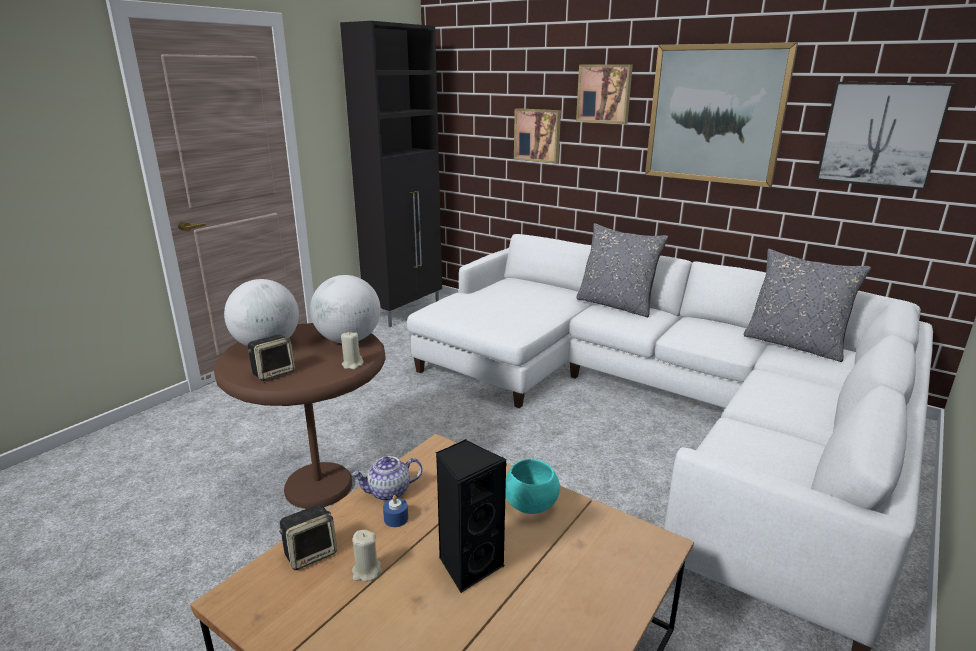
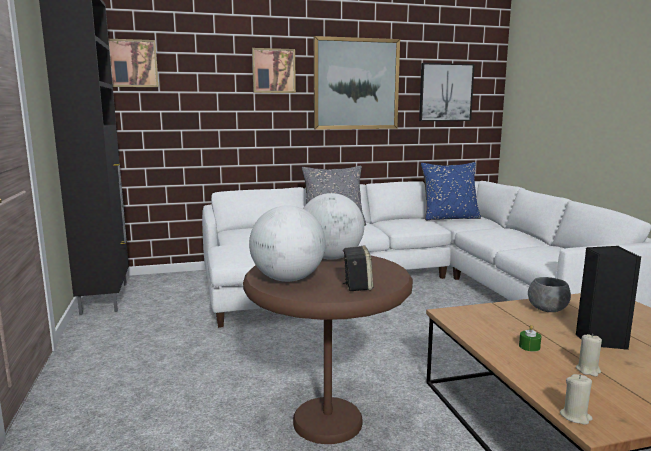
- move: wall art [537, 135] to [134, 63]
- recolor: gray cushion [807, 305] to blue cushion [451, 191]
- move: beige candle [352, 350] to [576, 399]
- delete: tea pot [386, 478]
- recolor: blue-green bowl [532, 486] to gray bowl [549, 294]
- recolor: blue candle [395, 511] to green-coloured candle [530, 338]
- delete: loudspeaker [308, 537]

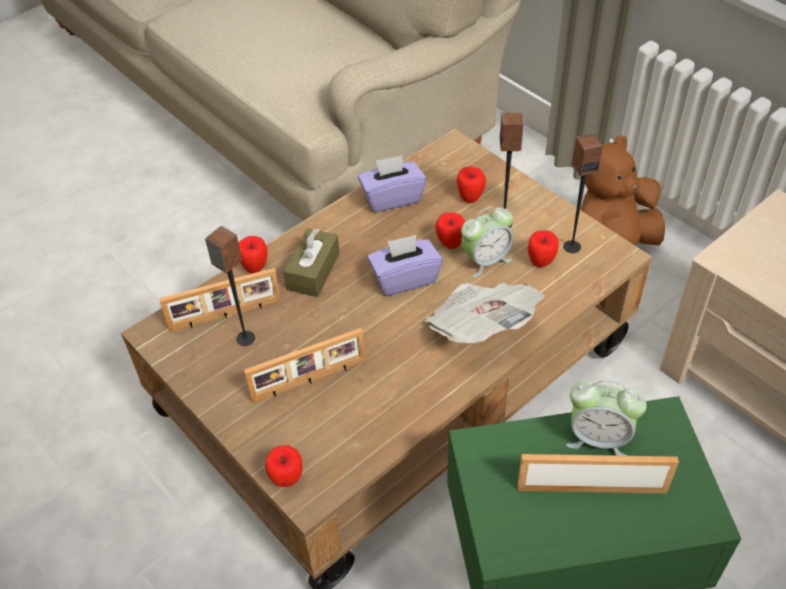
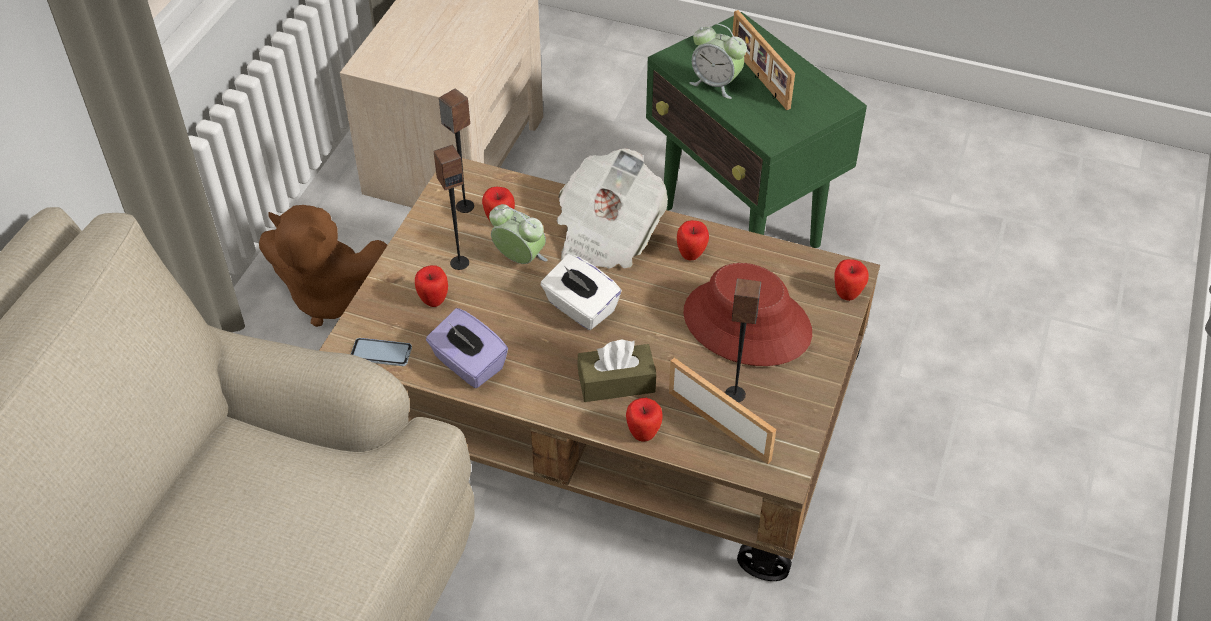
- move: apple fruit [450, 231] to [693, 240]
- recolor: purple tissue holder [405, 265] to white-coloured tissue holder [581, 292]
- replace: standing frame [305, 365] to reddish hat [748, 314]
- rotate: table clock [606, 418] = [718, 61] 135 degrees clockwise
- insert: telephone [381, 352]

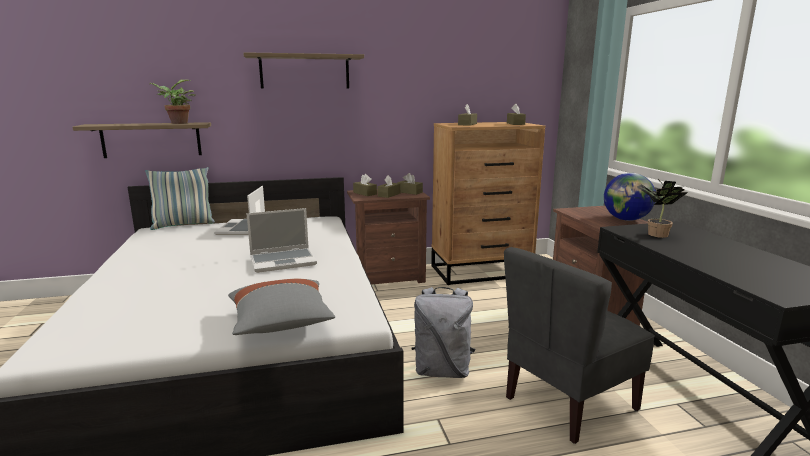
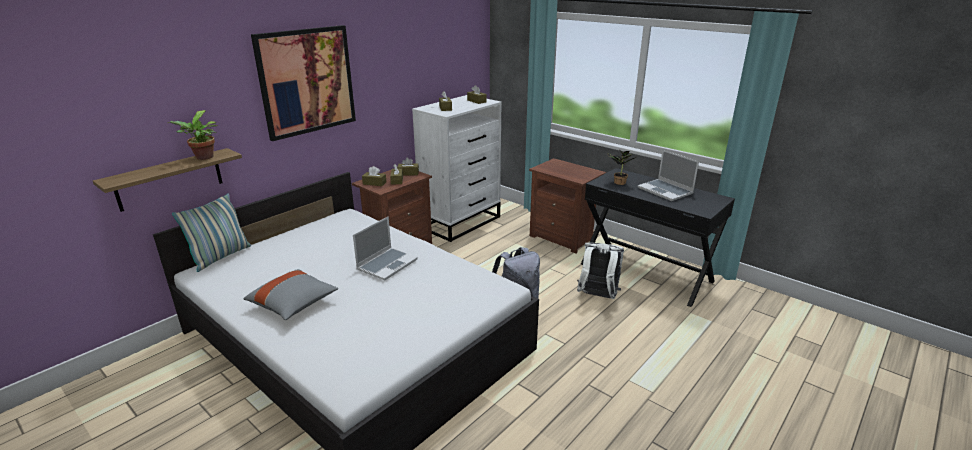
- replace: wall shelf [303, 70] to wall art [303, 83]
- recolor: brown-coloured drawer chest [488, 203] to white-coloured drawer chest [457, 168]
- delete: desk globe [630, 197]
- move: laptop [239, 210] to [668, 175]
- replace: gray plain chair [579, 345] to white-coloured knapsack [600, 271]
- move: gray cushion [281, 307] to [291, 294]

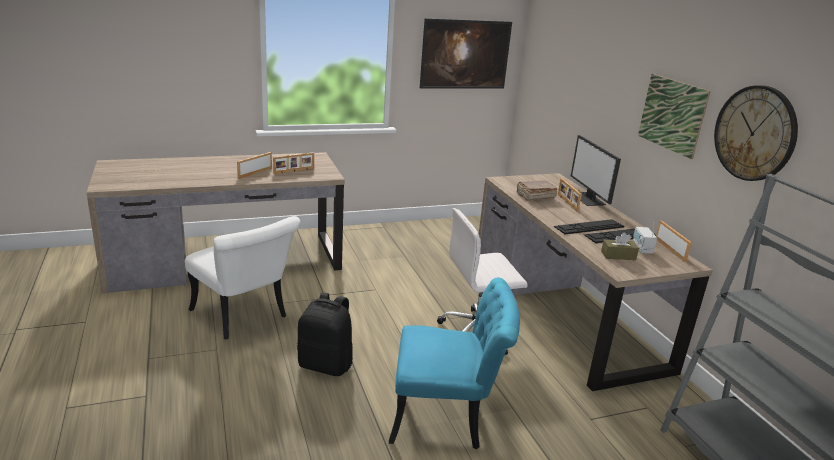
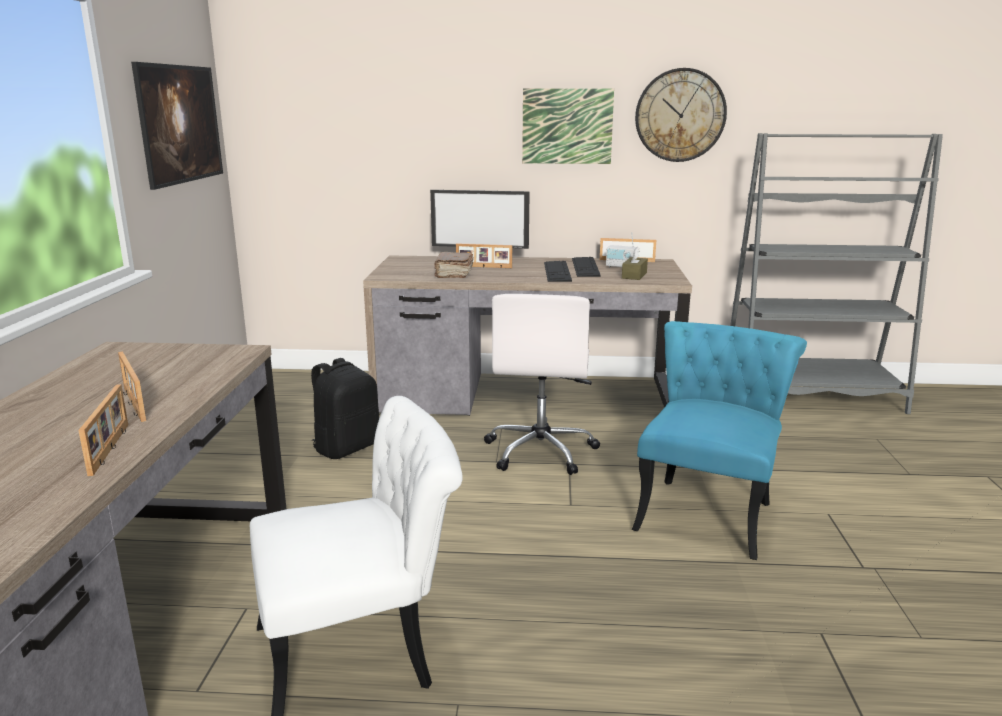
- move: standing frame [293, 163] to [103, 430]
- move: black knapsack [325, 334] to [345, 408]

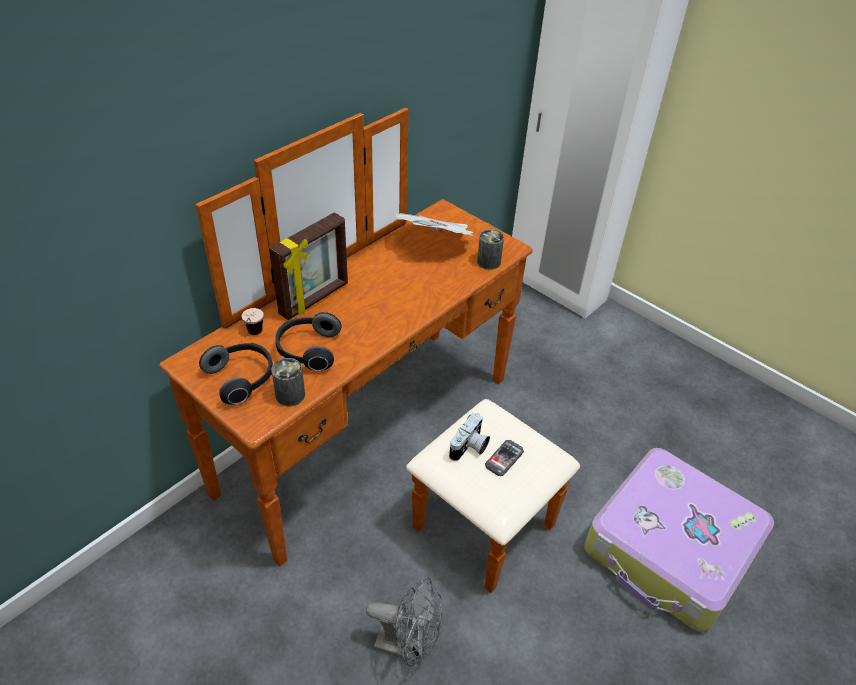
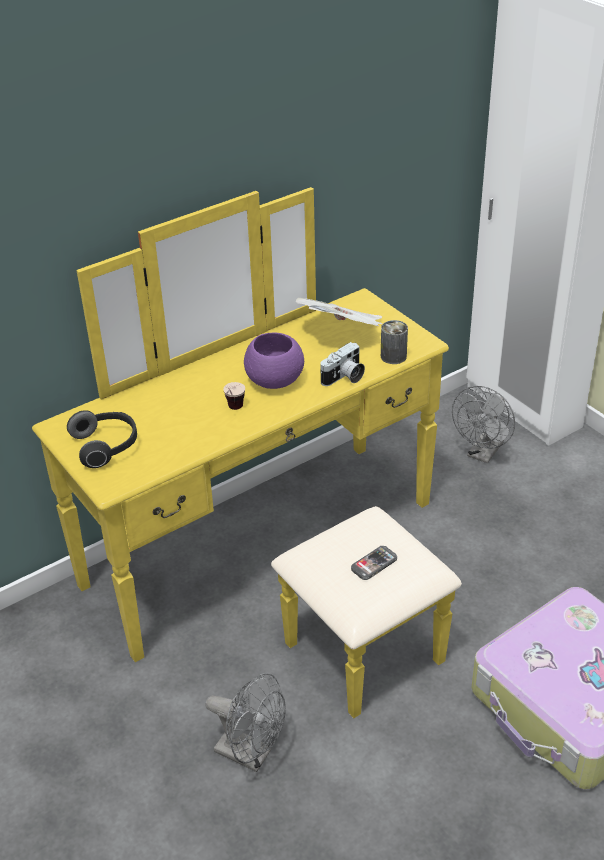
- recolor: brown-coloured drawer chest [369, 350] to yellow drawer chest [247, 452]
- delete: standing frame [308, 266]
- move: cup [253, 321] to [234, 396]
- delete: headphones [308, 341]
- delete: sealed can [288, 382]
- move: still camera [469, 437] to [342, 364]
- insert: purple bowl [274, 361]
- insert: gray electric fan [483, 424]

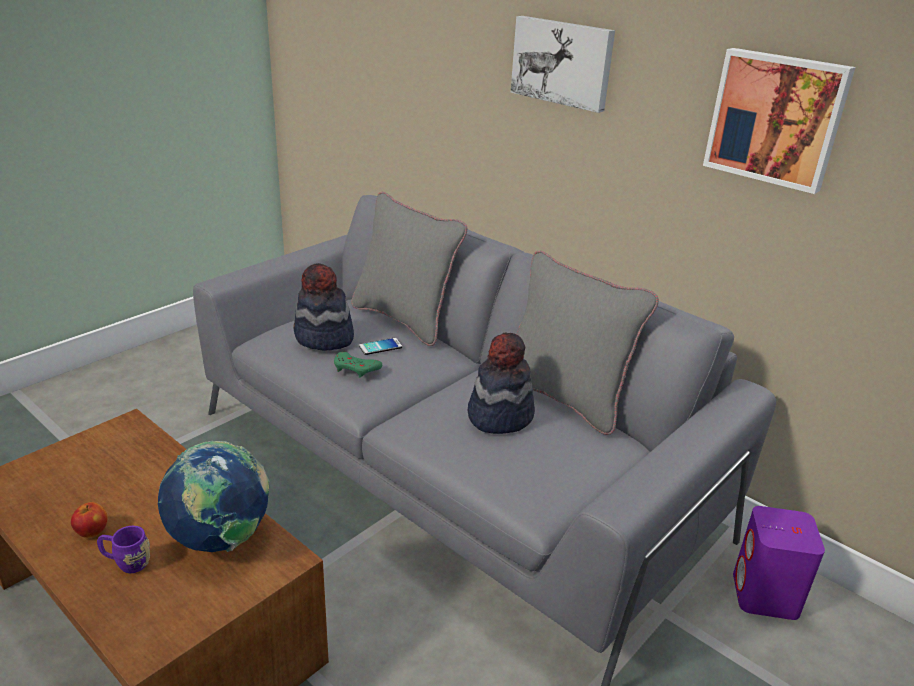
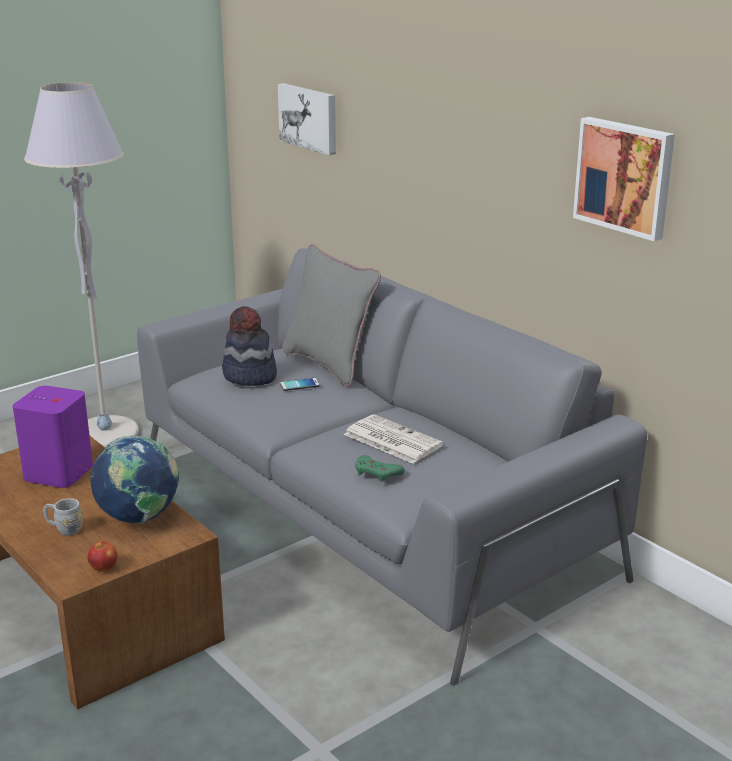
- move: wall art [563, 64] to [307, 119]
- delete: gray cushion [588, 343]
- replace: hat [501, 383] to newspaper [394, 439]
- move: green-coloured joypad [358, 365] to [380, 468]
- move: apple fruit [89, 520] to [102, 556]
- move: purple loudspeaker [779, 563] to [53, 437]
- recolor: purple mug [123, 549] to gray mug [63, 517]
- insert: gray floor lamp [81, 265]

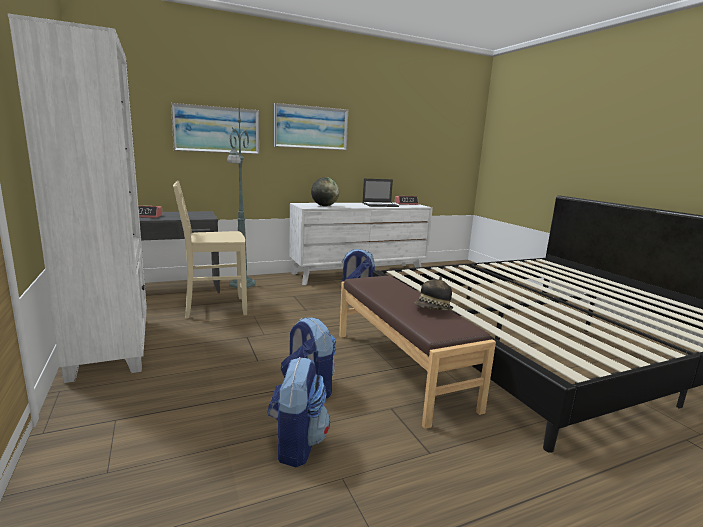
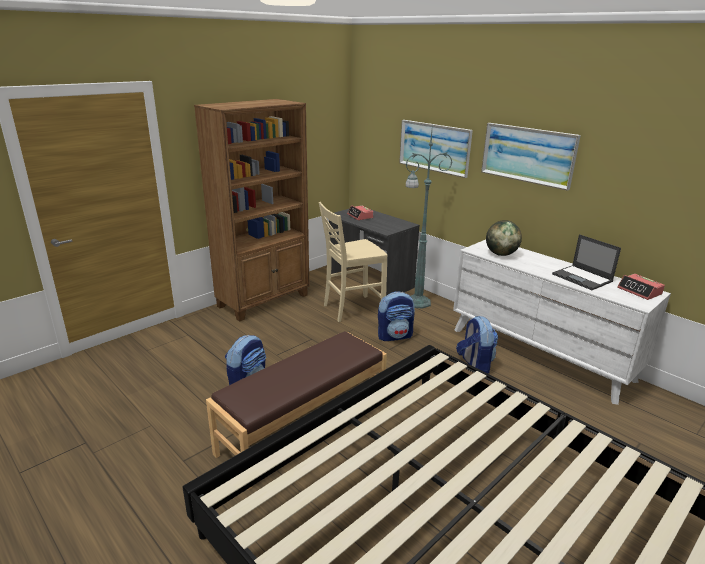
- recolor: white-coloured shelving unit [77, 198] to brown-coloured shelving unit [251, 210]
- rotate: beige plain chair [210, 250] = [353, 262] 75 degrees counterclockwise
- delete: hat [433, 293]
- move: knapsack [299, 412] to [396, 316]

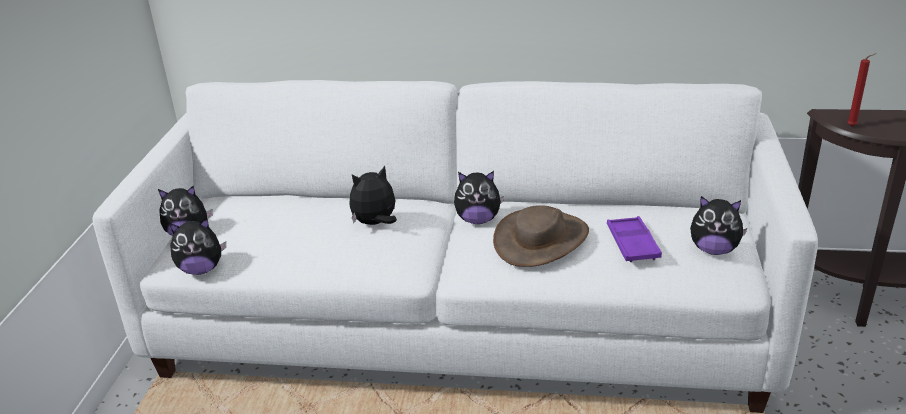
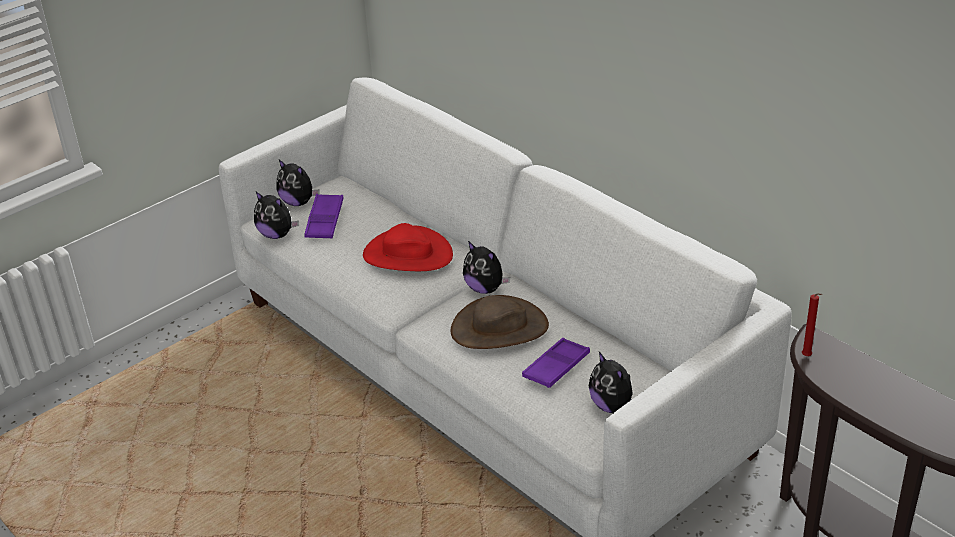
- replace: cuddly toy [373, 195] to reddish hat [408, 247]
- insert: purple serving tray [323, 216]

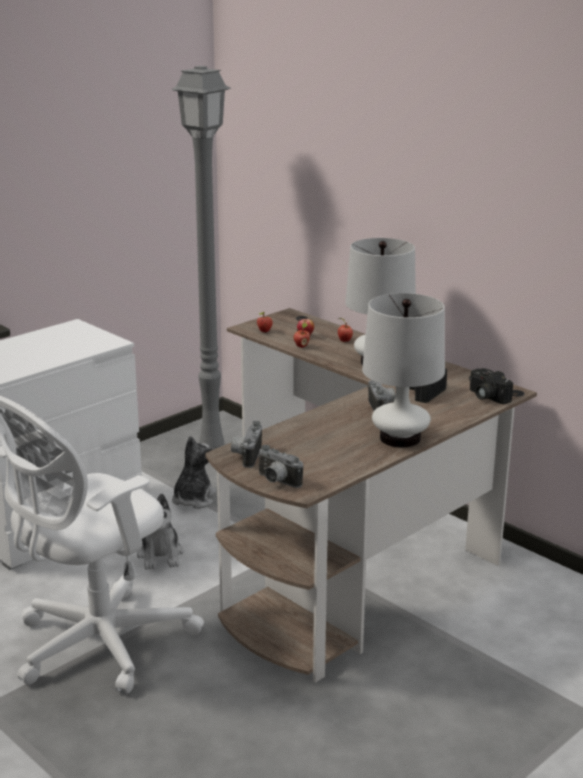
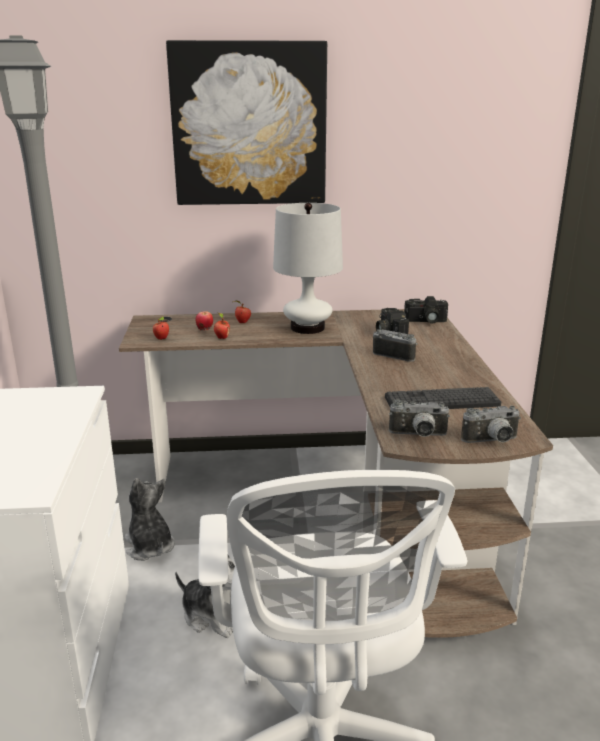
- delete: white-coloured table lamp [403, 370]
- rotate: still camera [246, 444] = [419, 418] 45 degrees counterclockwise
- insert: wall art [246, 122]
- insert: PC keyboard [443, 398]

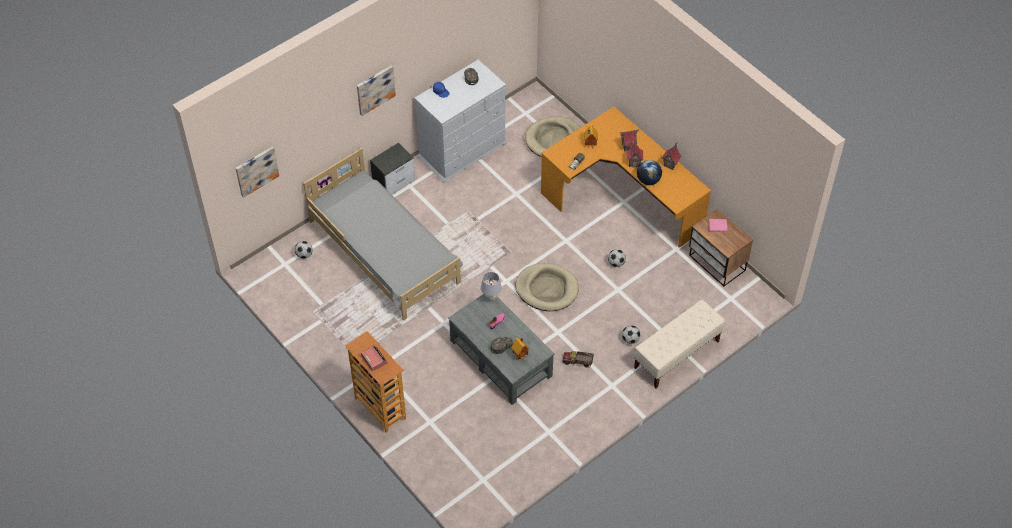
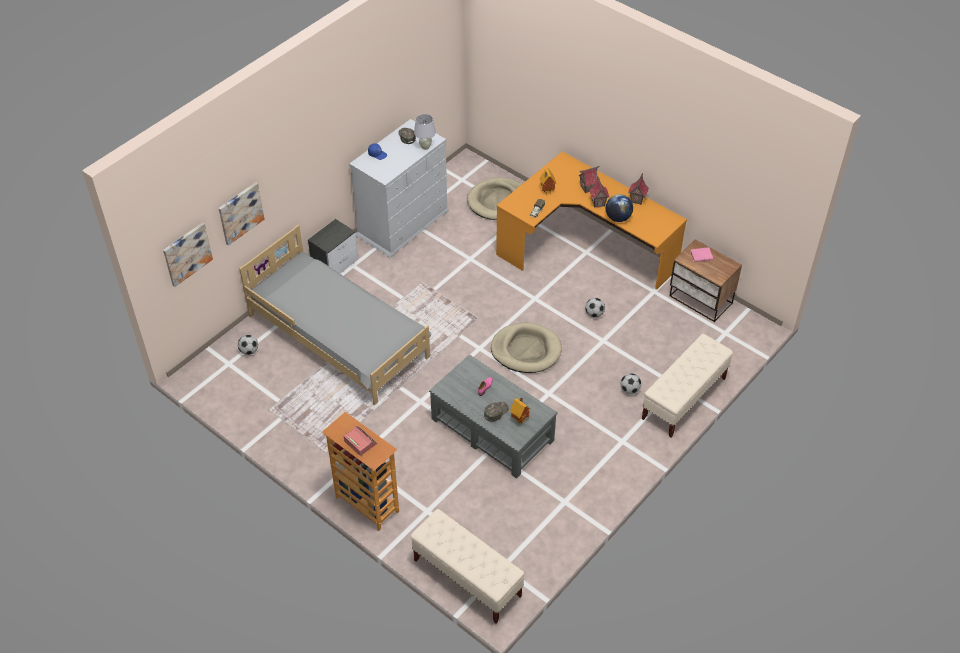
- move: wall art [376, 90] to [241, 213]
- move: white-coloured table lamp [491, 287] to [425, 132]
- delete: toy lorry [578, 359]
- insert: beige bench [468, 566]

